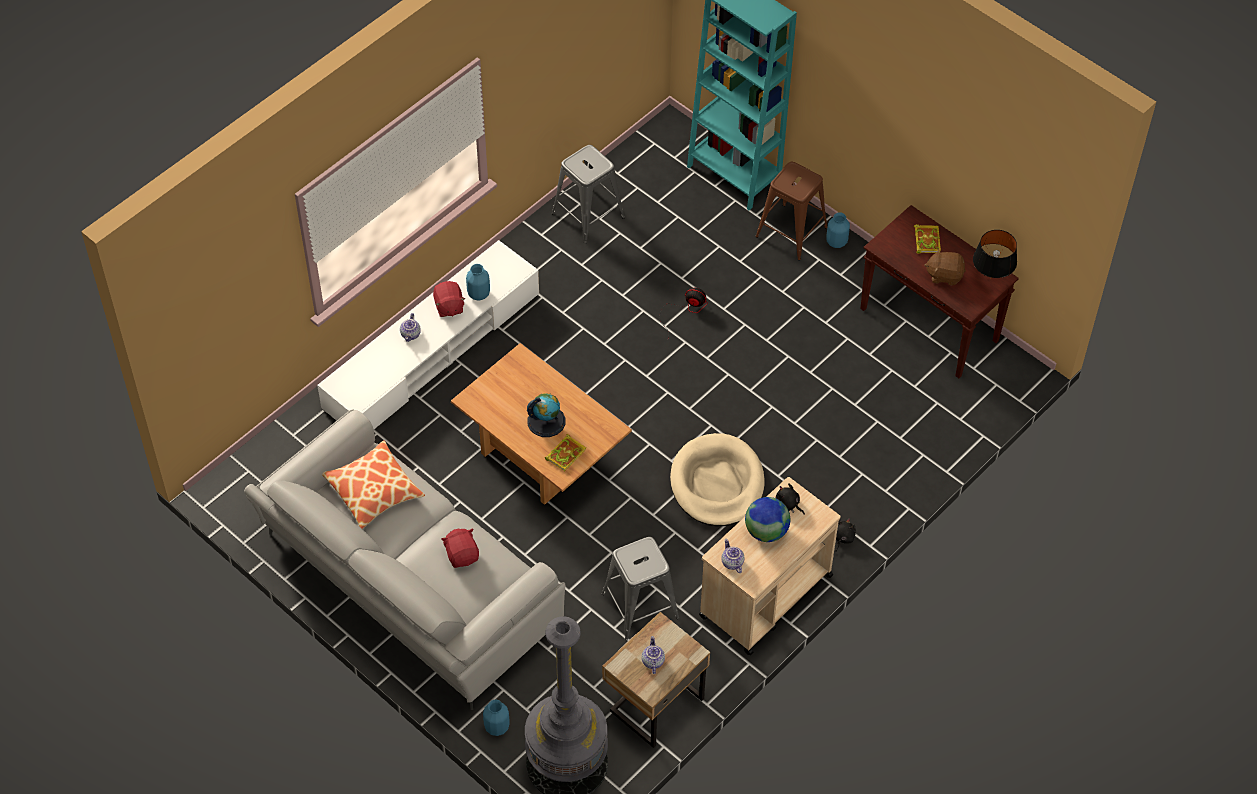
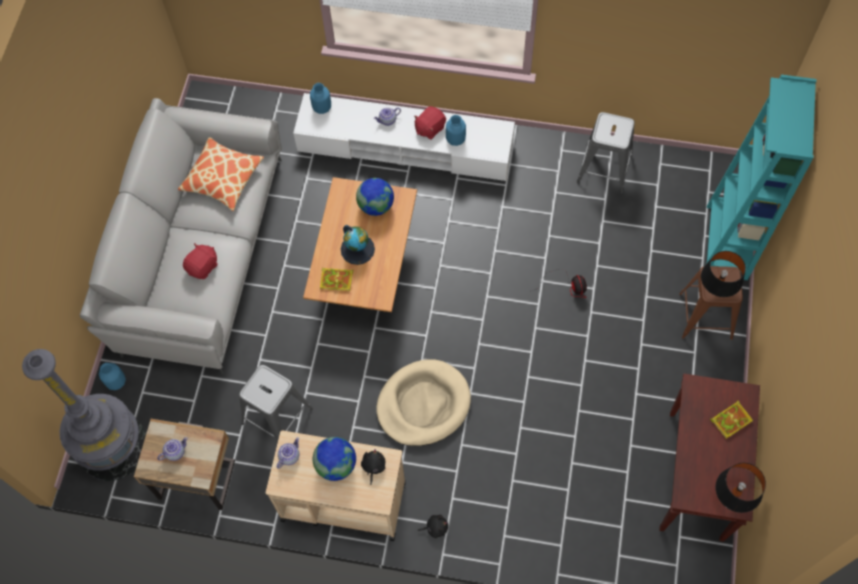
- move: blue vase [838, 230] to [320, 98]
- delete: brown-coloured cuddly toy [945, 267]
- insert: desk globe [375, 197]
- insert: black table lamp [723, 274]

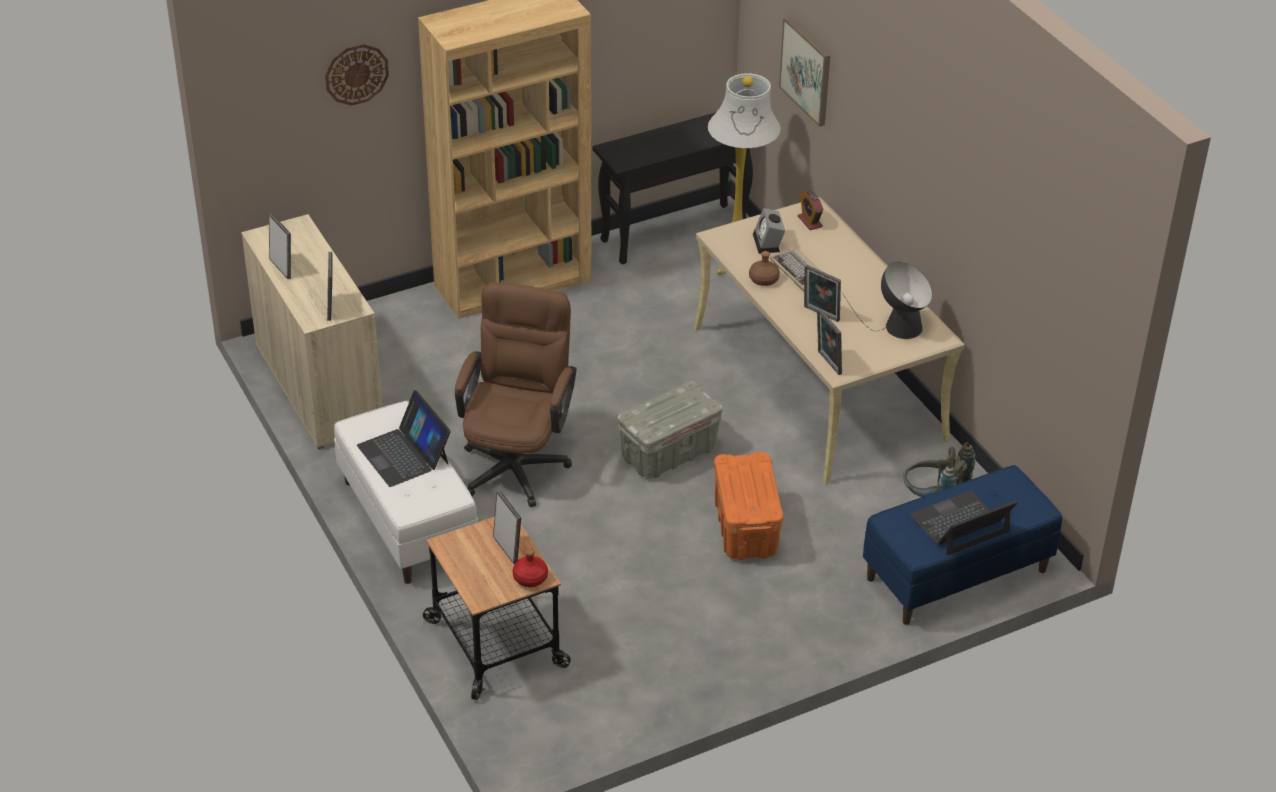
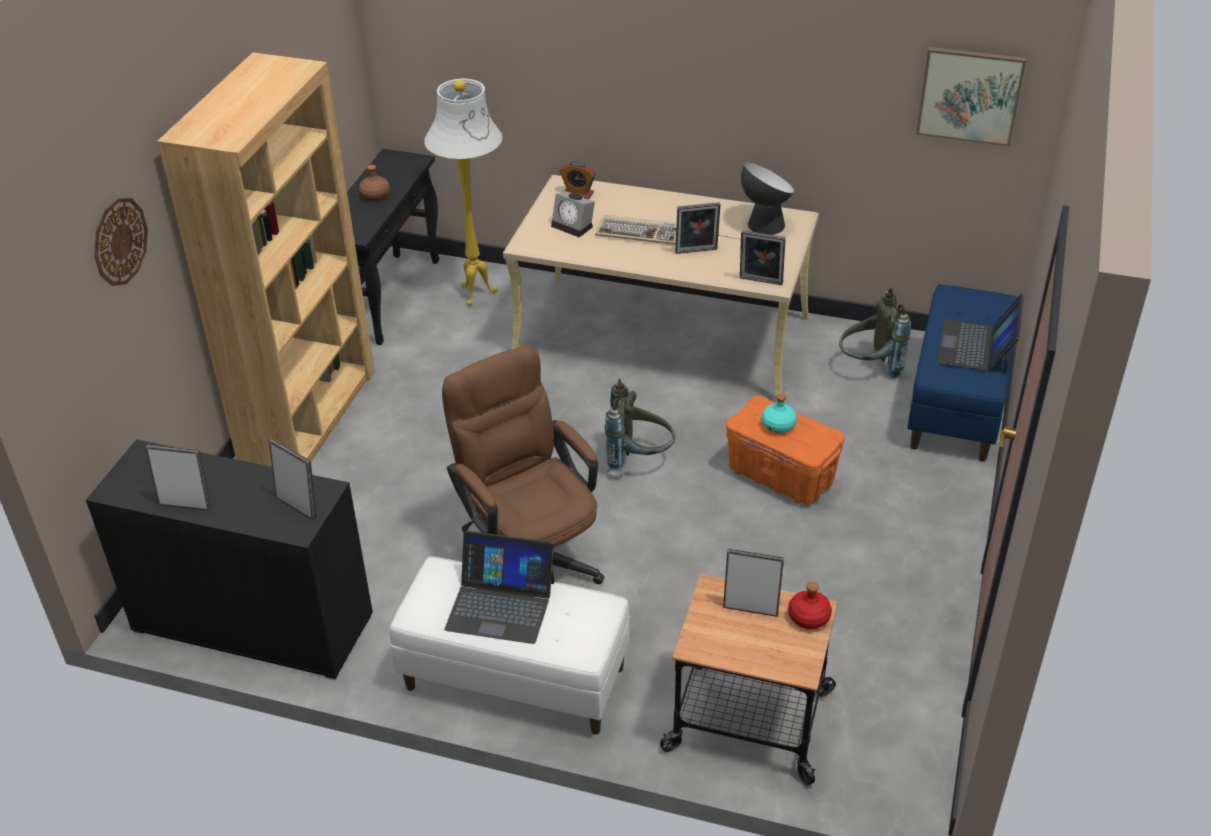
- move: wall art [804, 72] to [971, 97]
- recolor: beige cabinet [311, 331] to black cabinet [229, 559]
- move: brown-coloured bottle [764, 268] to [374, 183]
- replace: gray storage box [670, 430] to gray knapsack [640, 427]
- insert: blue-green bottle [779, 413]

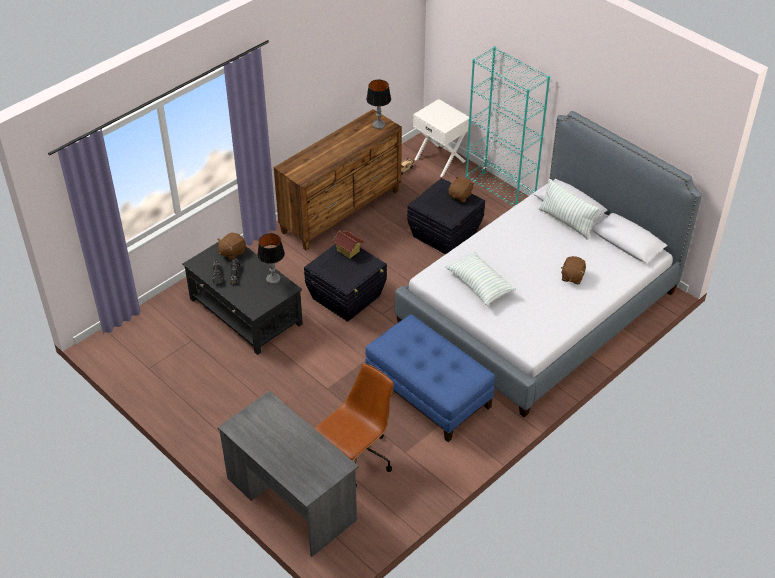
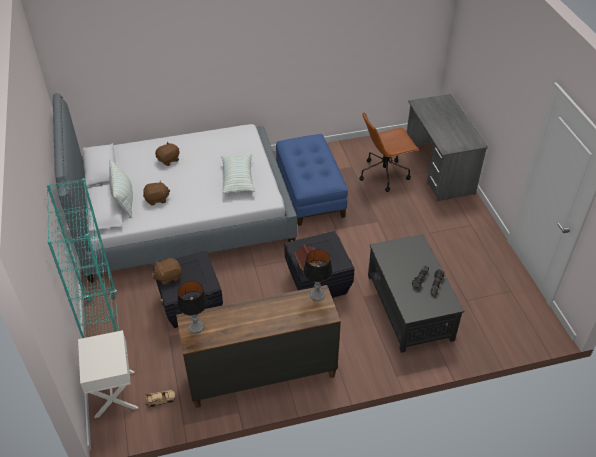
- move: brown-coloured cuddly toy [231, 246] to [156, 193]
- move: table lamp [271, 258] to [318, 275]

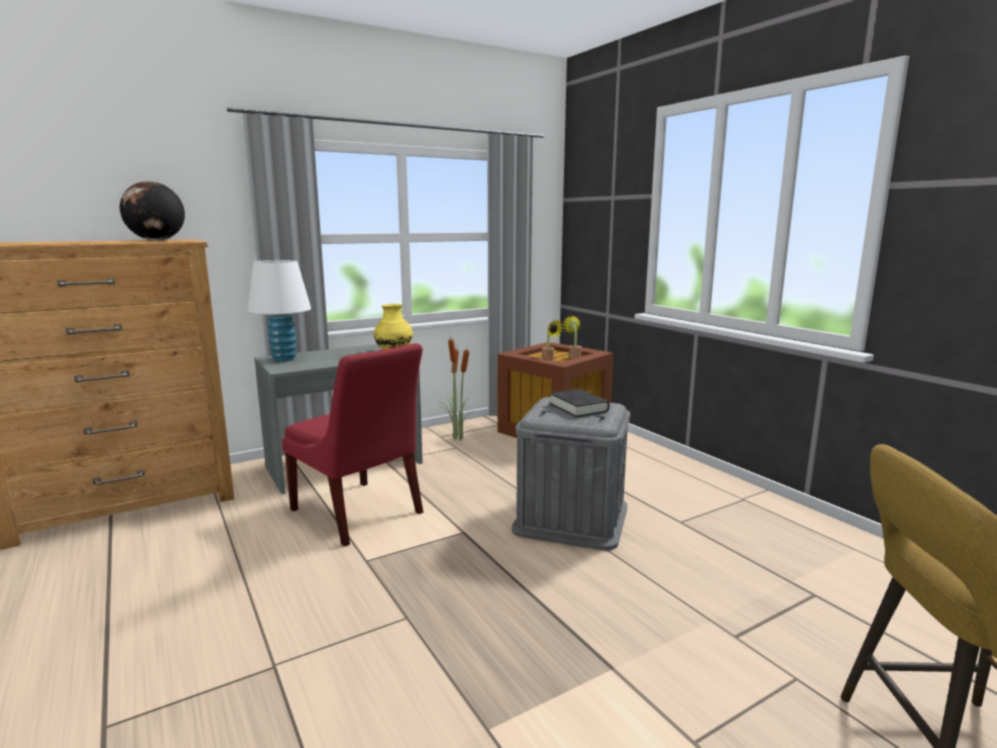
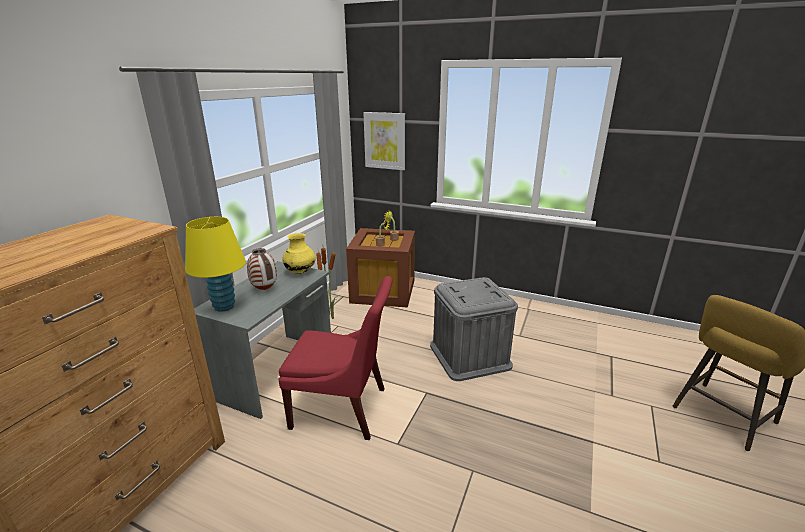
- delete: desk globe [152, 211]
- recolor: white-coloured table lamp [279, 311] to yellow table lamp [215, 264]
- delete: black bound book [579, 403]
- insert: wall art [384, 141]
- insert: vase [262, 269]

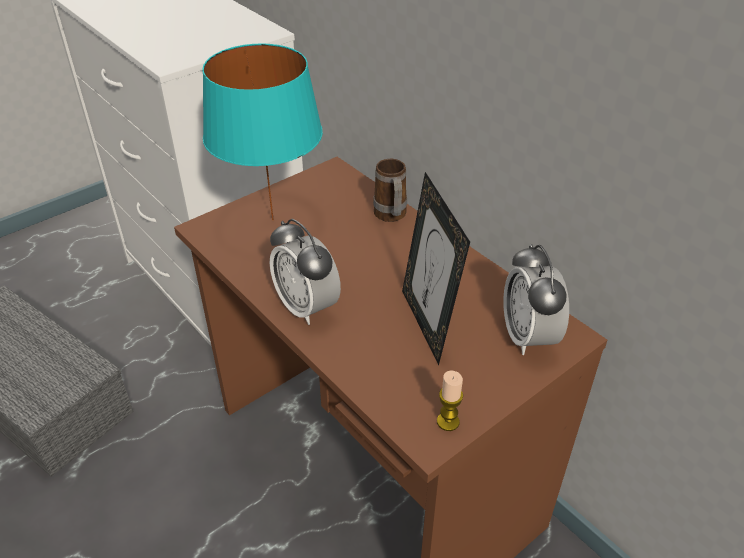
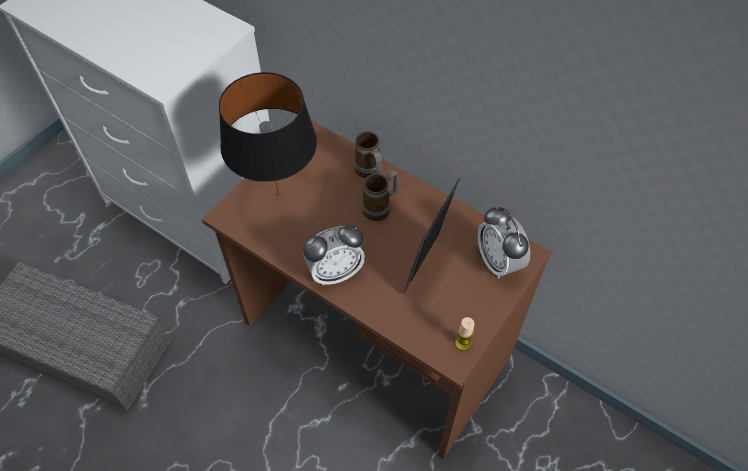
- recolor: blue-green table lamp [262, 132] to black table lamp [268, 134]
- rotate: standing frame [436, 268] = [431, 236] 60 degrees clockwise
- rotate: table clock [305, 272] = [334, 255] 60 degrees counterclockwise
- insert: mug [380, 195]

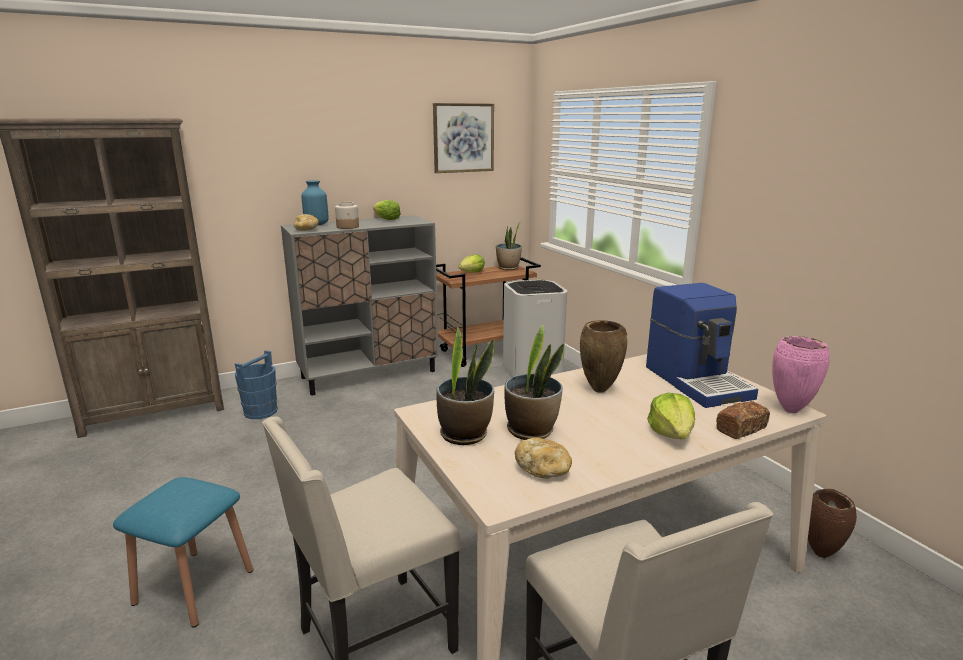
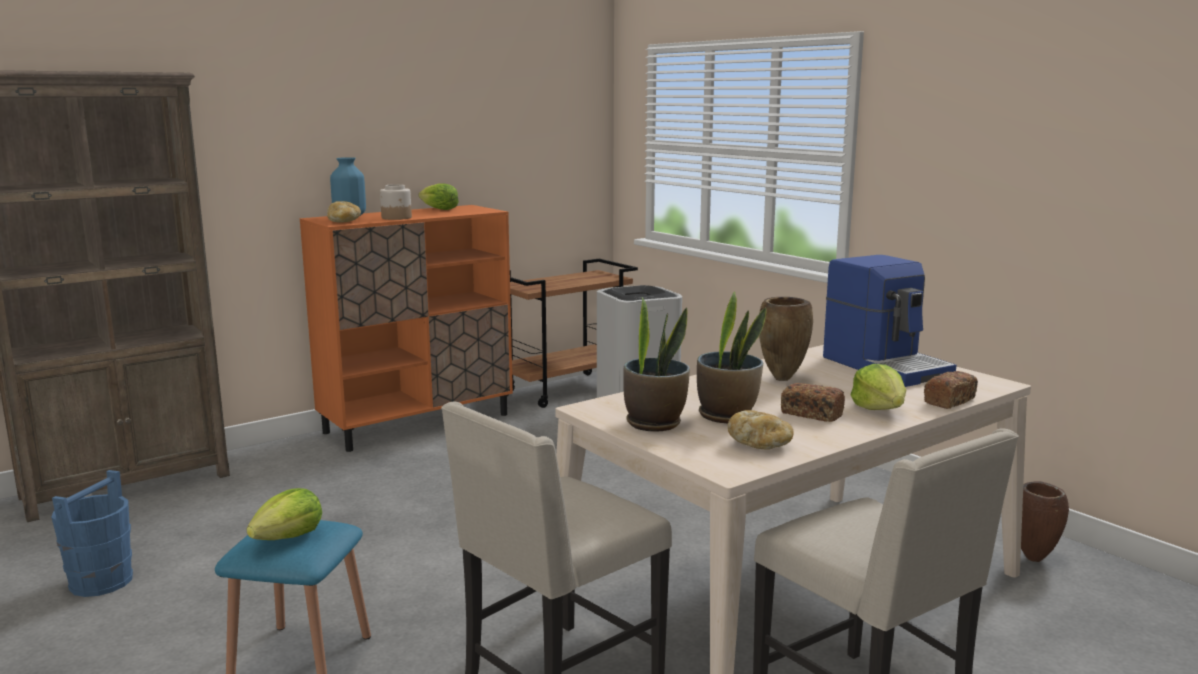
- delete: wall art [463, 138]
- recolor: gray cabinet [360, 305] to orange cabinet [406, 328]
- delete: plant in a pot [509, 245]
- move: lettuce [472, 263] to [284, 514]
- delete: pinkish vase [801, 374]
- move: blue water bucket [256, 384] to [92, 533]
- insert: baked bread [813, 402]

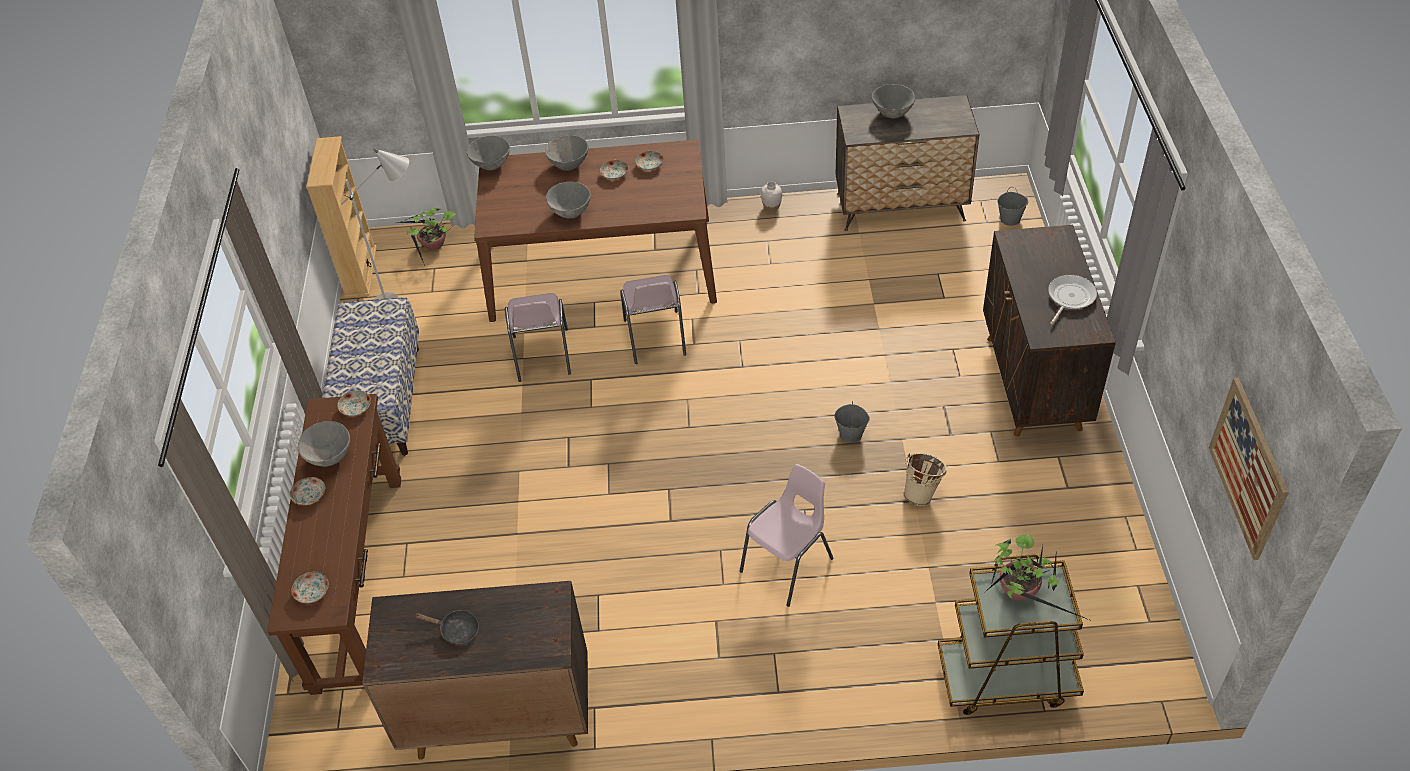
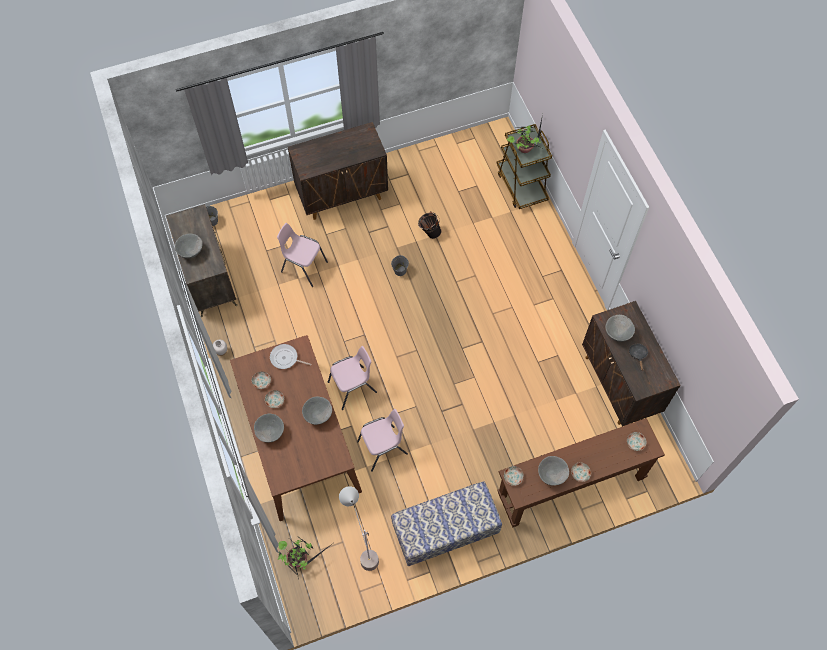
- delete: beige shelving unit [341, 217]
- move: gray bowl [488, 153] to [620, 328]
- move: pan [1072, 300] to [291, 356]
- delete: wall art [1249, 468]
- recolor: beige water bucket [925, 479] to black water bucket [430, 225]
- move: pinkish plain chair [787, 535] to [302, 255]

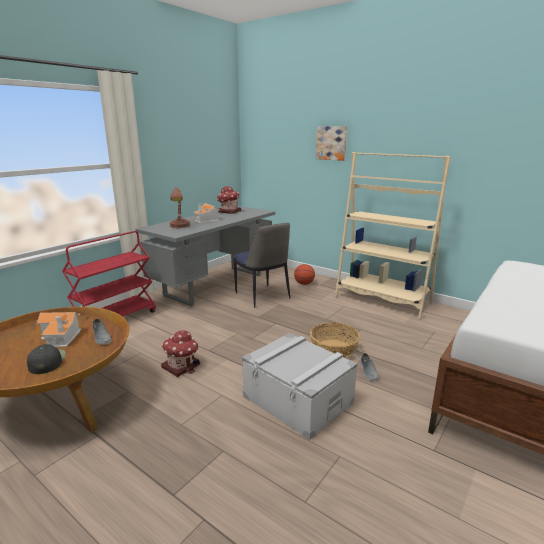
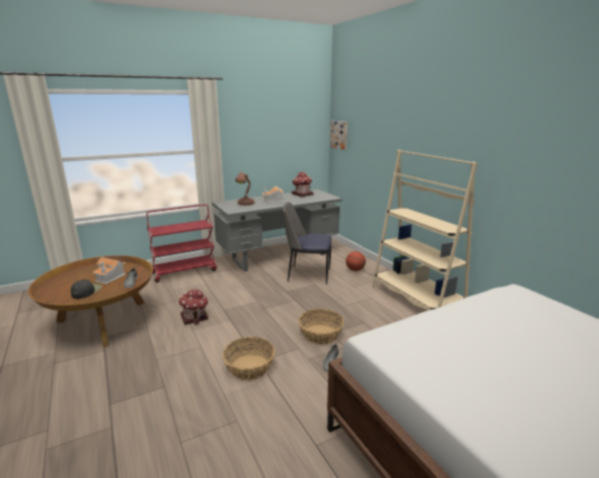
- move: wall art [331, 143] to [339, 135]
- rotate: plain chair [262, 265] = [307, 243] 105 degrees clockwise
- replace: gray storage box [300, 386] to basket [248, 358]

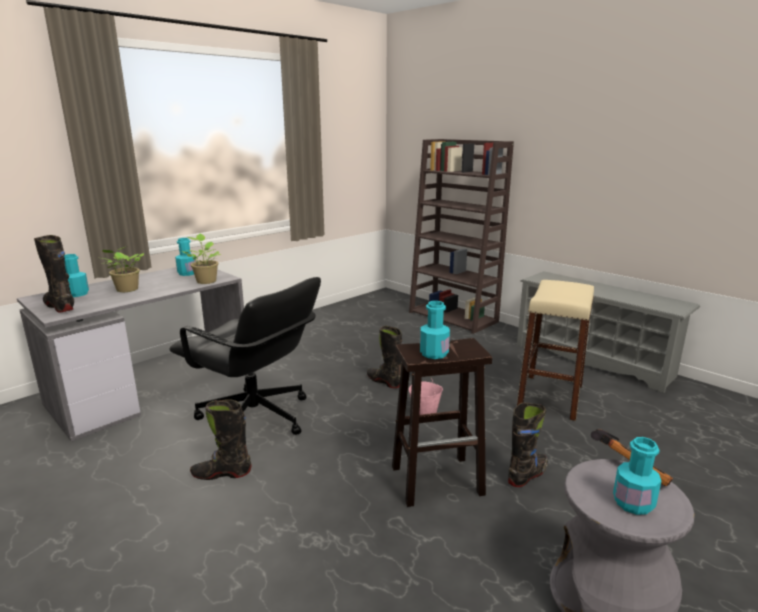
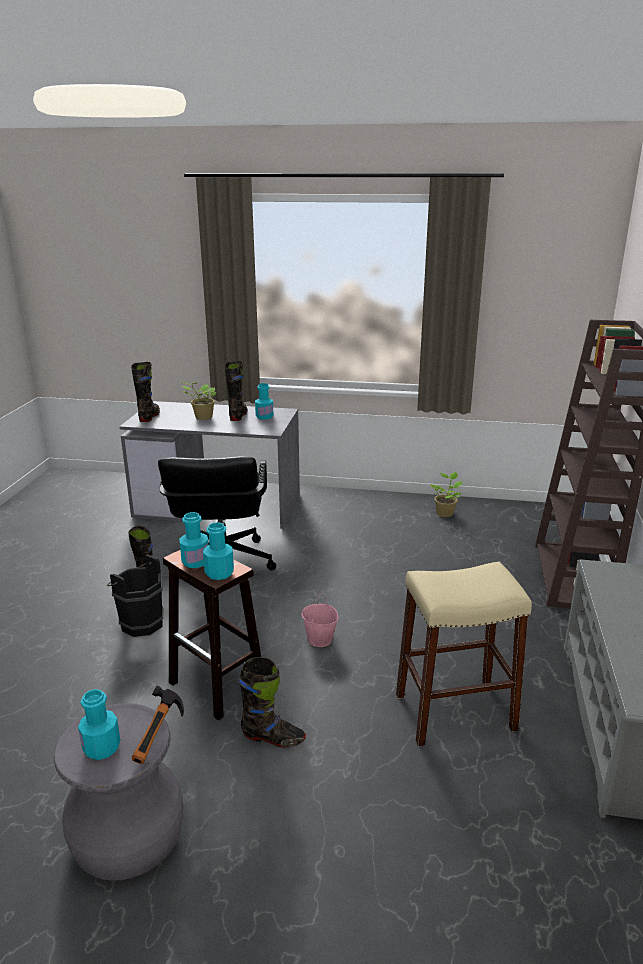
- move: plant in a pot [201, 259] to [446, 494]
- move: blue-green bottle [76, 275] to [218, 551]
- move: black boot [385, 357] to [236, 391]
- insert: black water bucket [135, 595]

